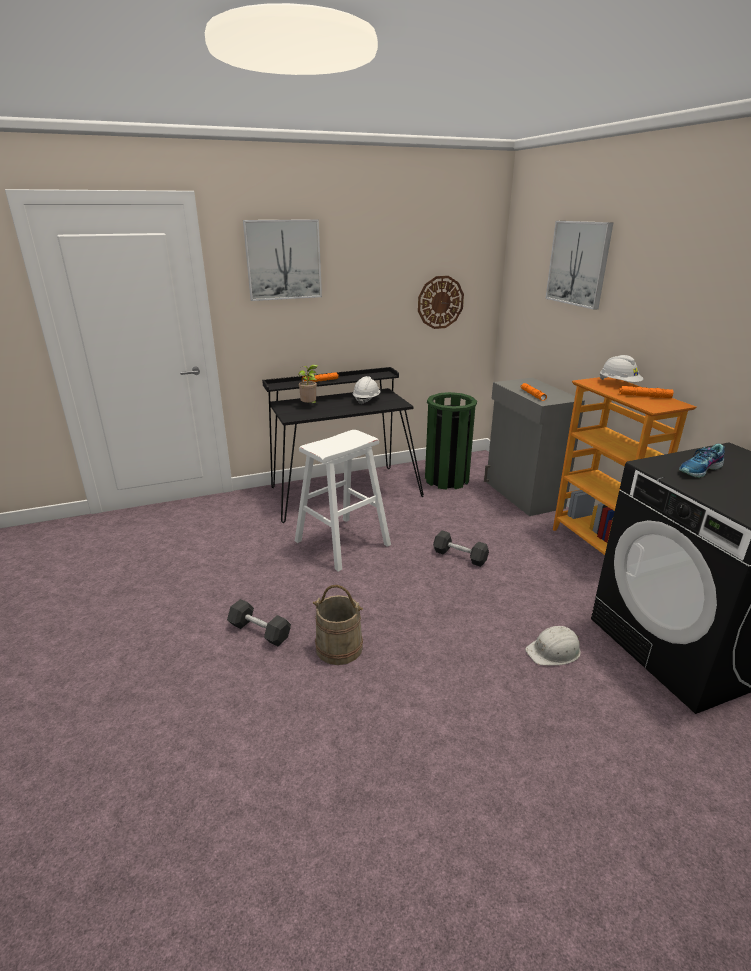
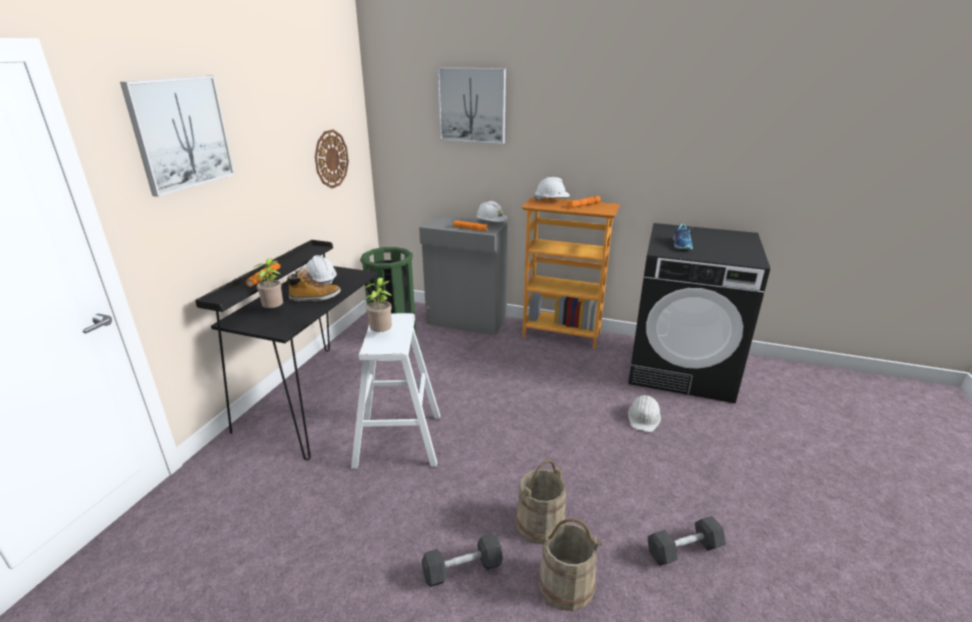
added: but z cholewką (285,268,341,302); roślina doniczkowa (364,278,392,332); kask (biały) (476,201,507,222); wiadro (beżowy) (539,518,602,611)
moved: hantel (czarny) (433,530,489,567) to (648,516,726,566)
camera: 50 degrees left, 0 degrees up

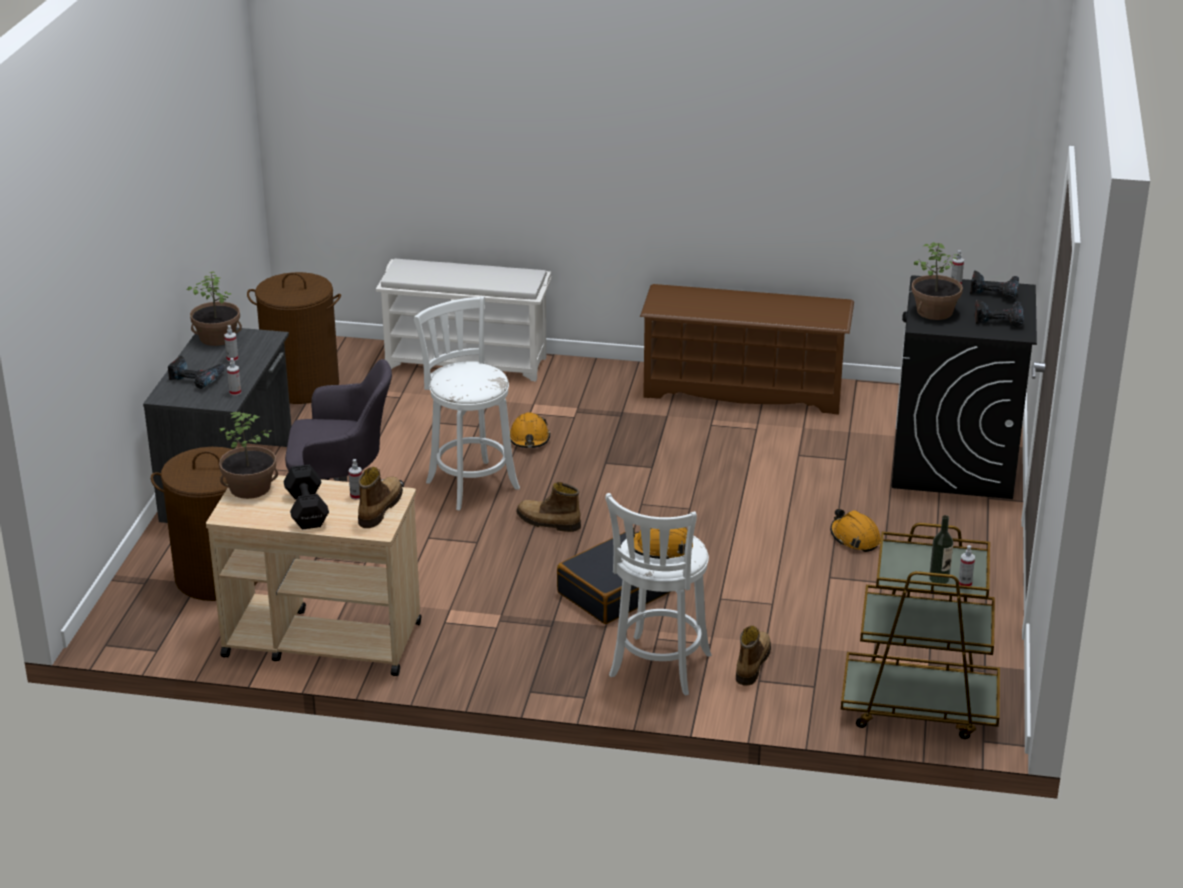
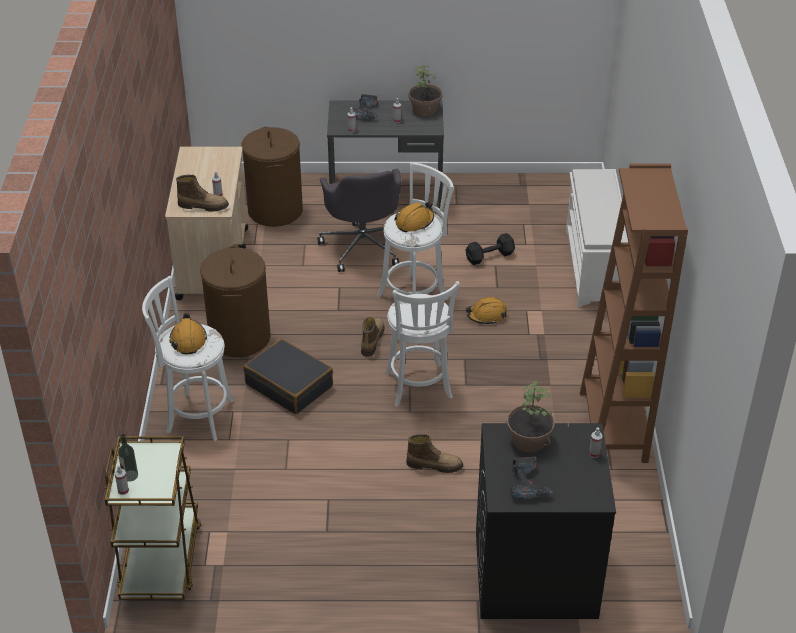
removed: roślina doniczkowa (219,412,278,499); wiertarka (970,270,1019,300)
added: stołek (biały) (385,281,460,407)
moved: kosz na pranie (brązowy) (247,272,341,404) to (200,246,271,357); kask (pomarańczowy) (830,509,881,552) to (394,202,434,232); but z cholewką (736,626,771,686) to (406,434,463,473); hantel (czarny) (283,464,329,530) to (465,233,515,265)
replaced: regał na buty (brązowy) (640,284,854,415) to regał (brązowy) (580,163,688,463)
camera: 80 degrees right, 10 degrees up

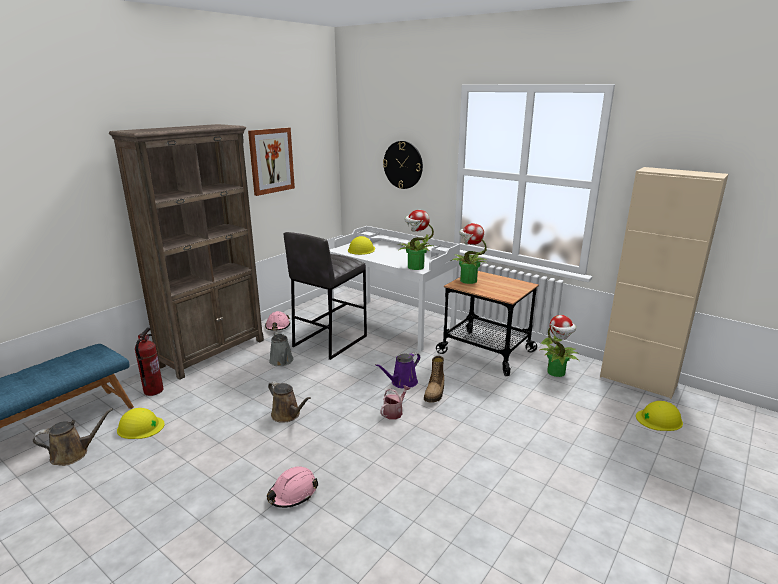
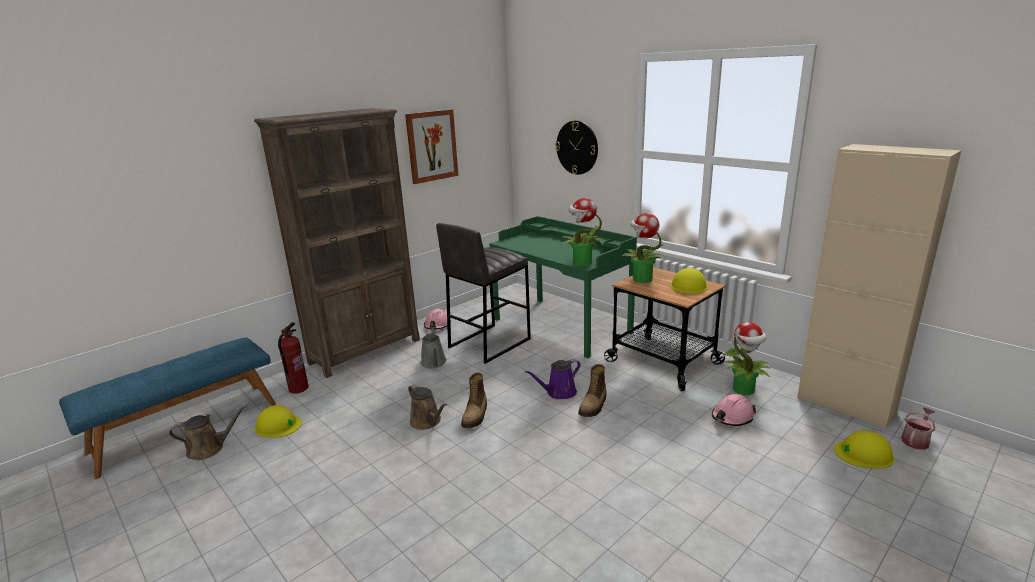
added: but z cholewką (461,373,487,428)
moved: kask (żółty) (348,236,375,255) to (670,268,708,294); kask (różowy) (267,466,318,508) to (712,394,756,426); konewka (380,385,411,420) to (901,408,935,450)
recoloured: biurko (biały) (330,226,460,351) to biurko (zielony) (489,216,637,359)
camera: 10 degrees right, 0 degrees up

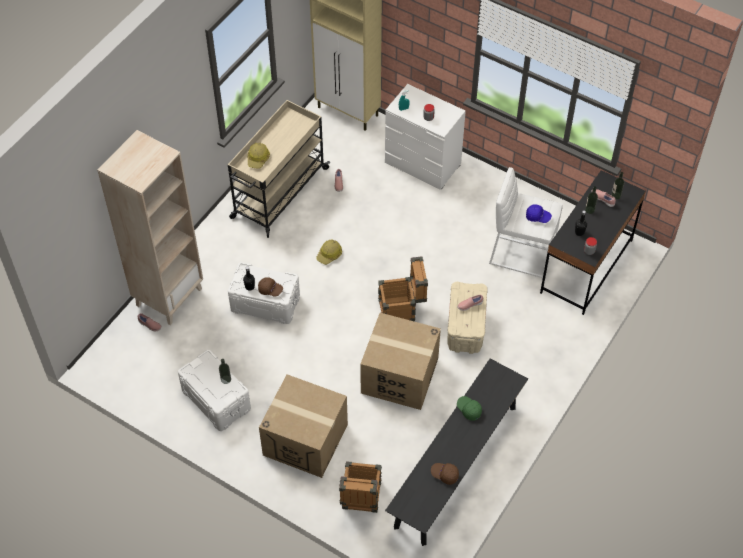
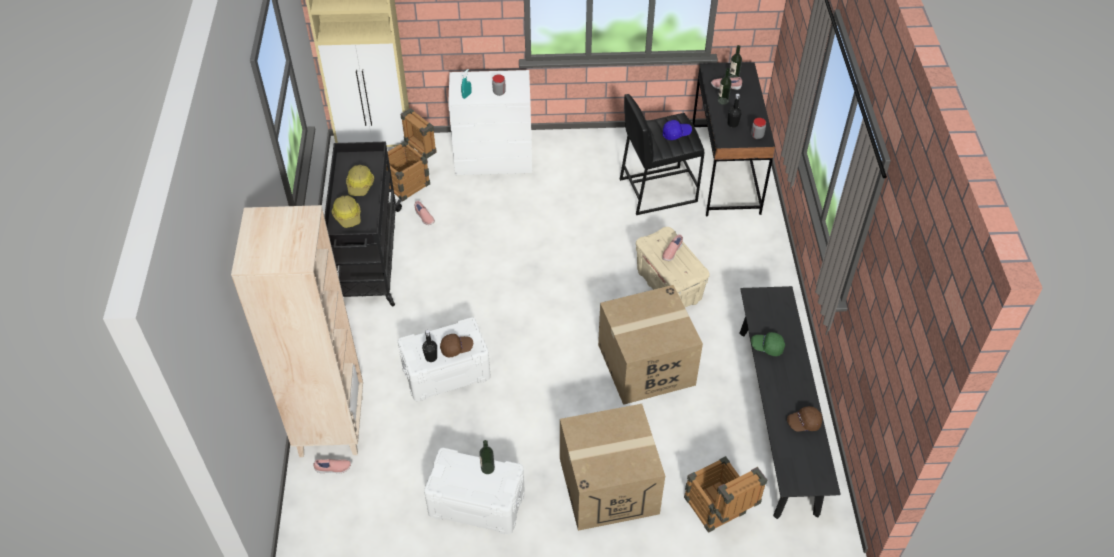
moved: kask (316,239,342,265) to (346,165,374,196); skrzynka (378,256,428,321) to (386,108,437,201)
recoloured: wózek (beżowy) (228,100,330,238) to wózek (czarny) (324,142,403,307); stołek (biały) (489,167,563,278) to stołek (czarny) (620,94,704,215)
camera: 35 degrees left, 5 degrees down

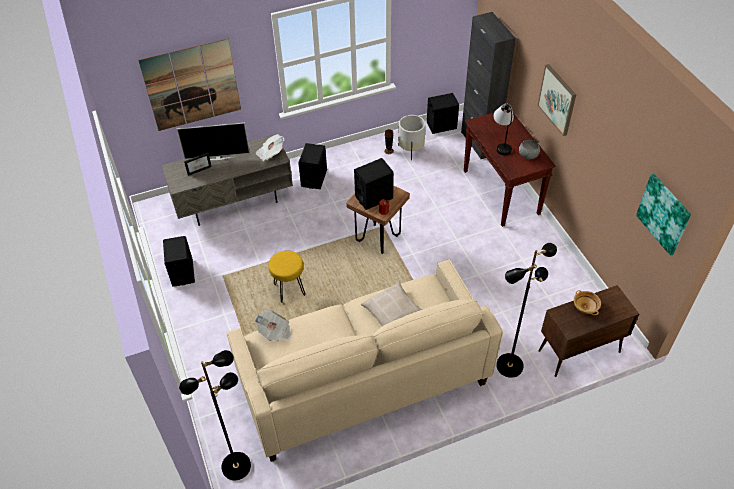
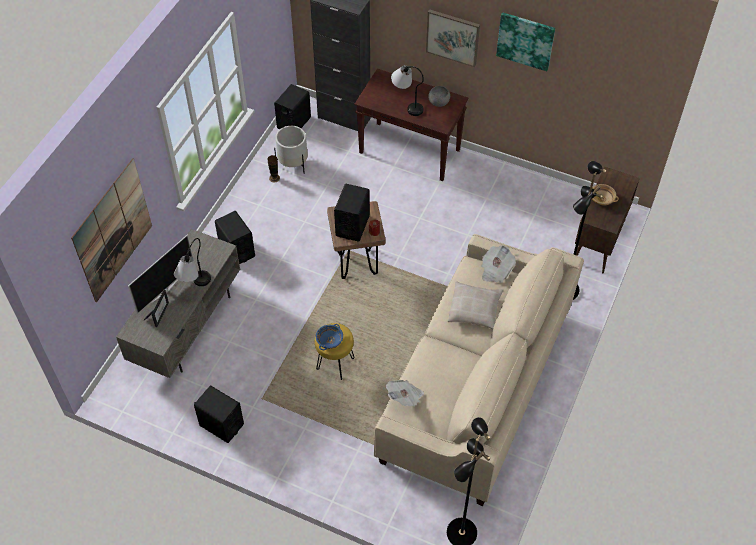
added: lampa stołowa (174,238,211,286); miska (niebieski) (316,324,343,350)
moved: gazeta (256,134,284,161) to (481,245,516,283); obraz (636,174,691,256) to (496,12,555,71)
camera: 45 degrees left, 5 degrees up

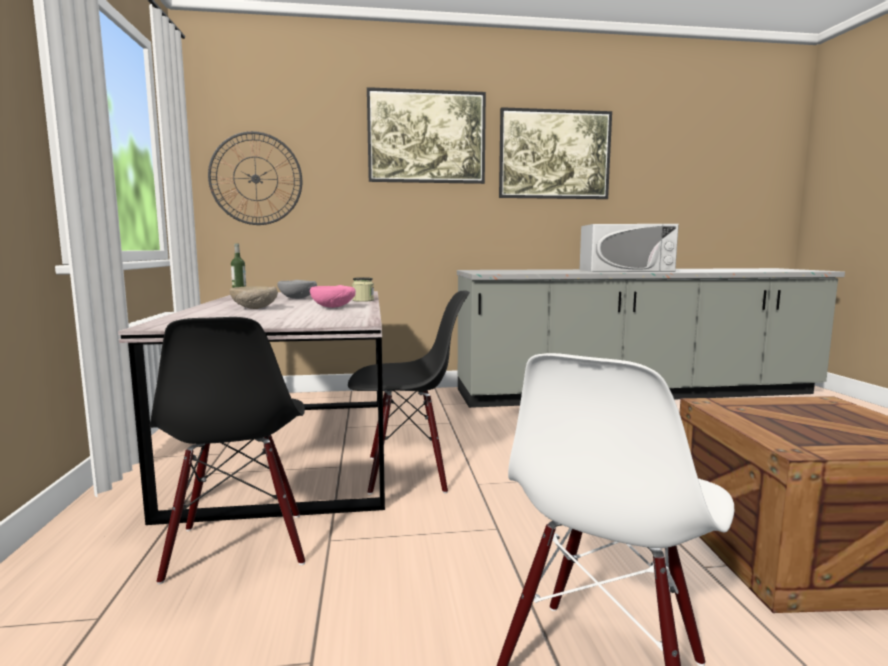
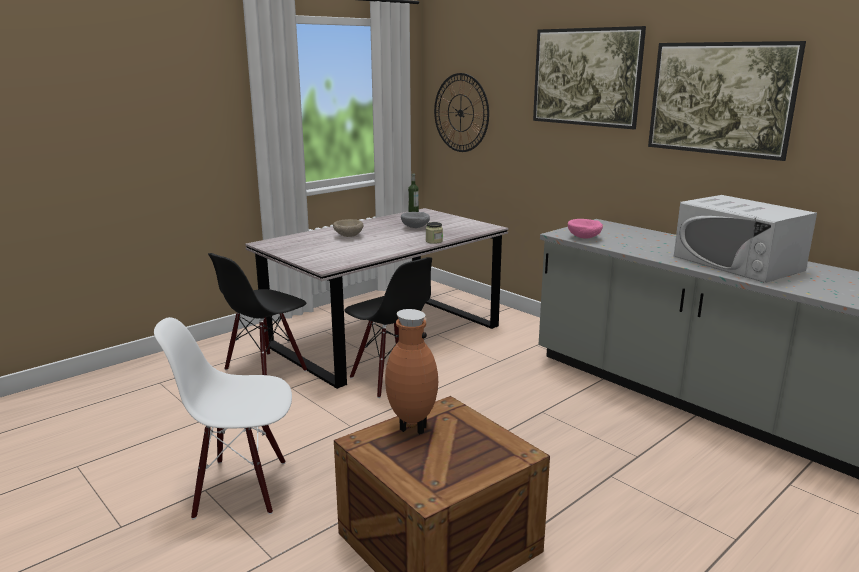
added: wazon (brązowy) (385,309,438,434)
moved: miska (różowy) (310,285,356,308) to (568,219,603,239)
camera: 55 degrees right, 10 degrees up

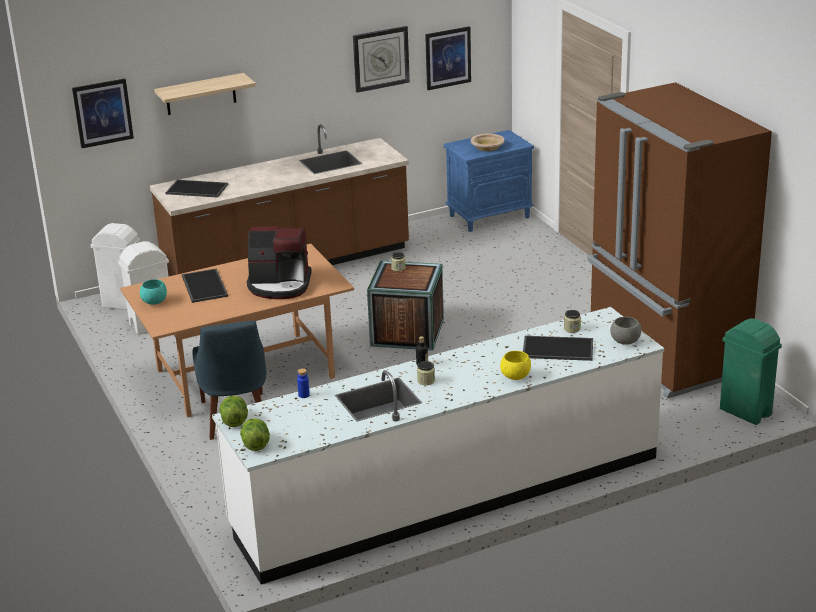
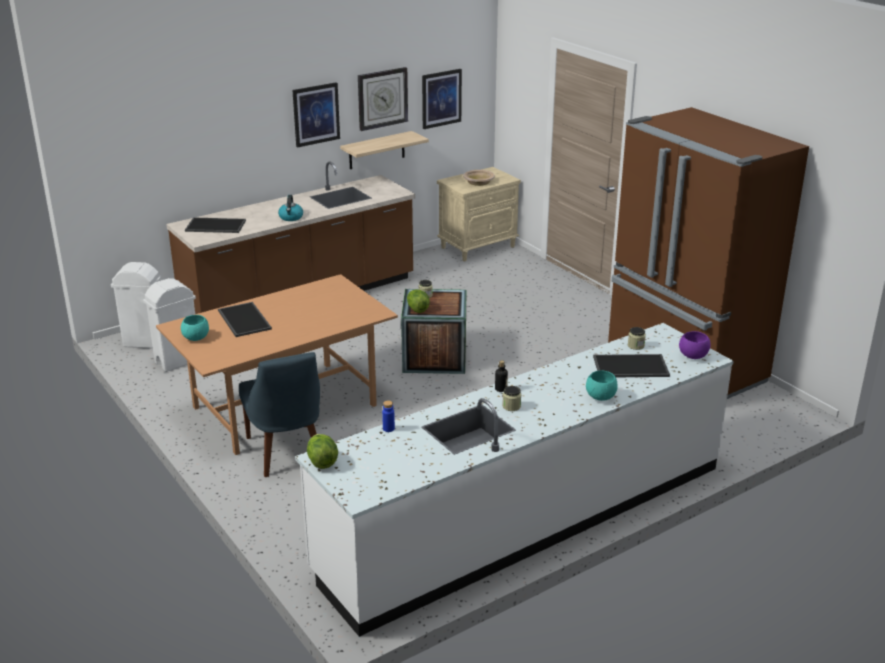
removed: ekspres do kawy (247,226,312,299); kosz na śmieci (zielony) (720,318,782,425)
added: czajnik (278,195,303,221)
moved: obraz (72,78,134,148) to (292,82,340,148); półka (154,73,256,115) to (340,131,429,169); sałata (240,418,270,451) to (407,290,430,313)
recoloured: szafka nocna (niebieski) (444,130,534,232) to szafka nocna (beżowy) (437,167,521,261); miska (żółty) (500,351,531,380) to miska (turkusowy) (586,371,618,401); miska (szary) (610,317,641,345) to miska (fioletowy) (679,331,711,359)
camera: 10 degrees left, 0 degrees up

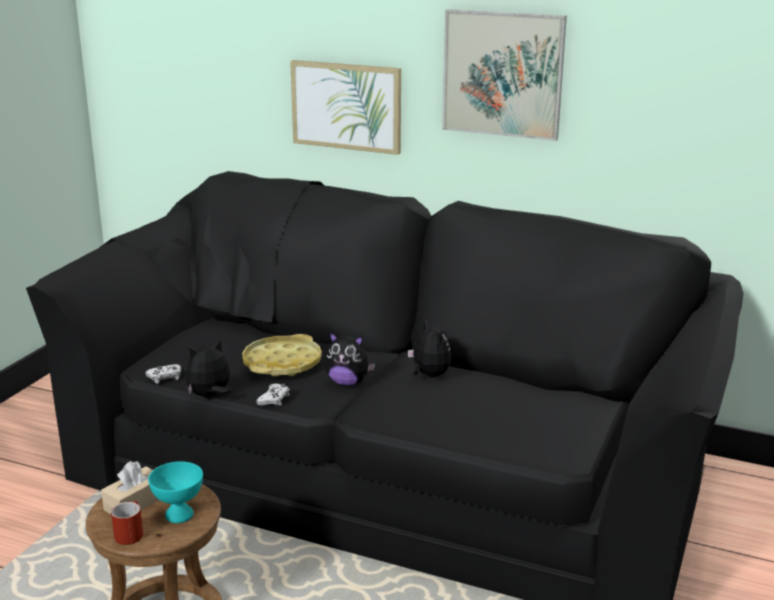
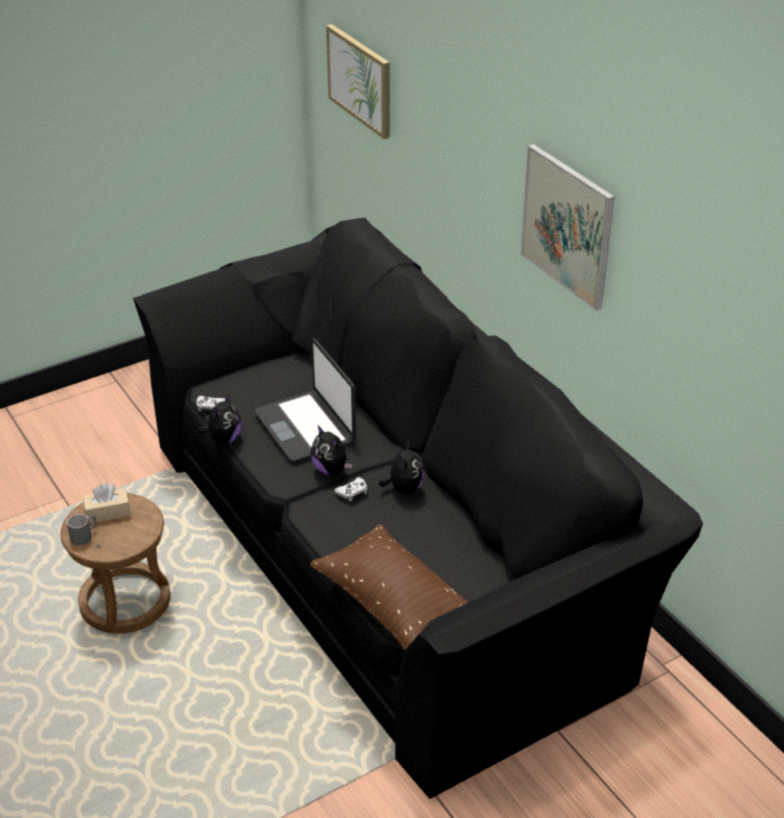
removed: miska (turkusowy) (148,461,203,523)
added: poduszka (brązowy) (310,524,468,650)
moved: obraz (290,60,401,155) to (326,24,390,139); pad do gier (biały) (256,383,290,406) to (334,477,367,501)
replaced: taca (żółty) (242,334,322,377) to laptop (255,338,356,462)
recoloured: kubek (czerwony) (111,501,143,545) to kubek (szary) (67,514,96,546)
turned: pluszak (185,339,232,397) = (197,393,242,444) 105 degrees clockwise
camera: 35 degrees right, 15 degrees up

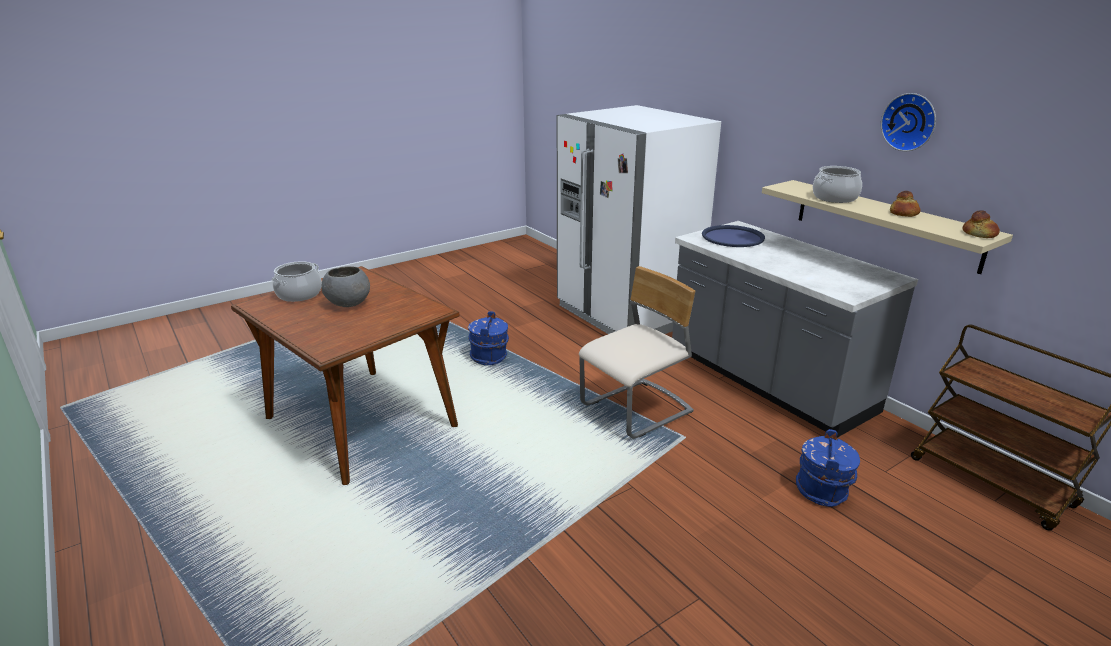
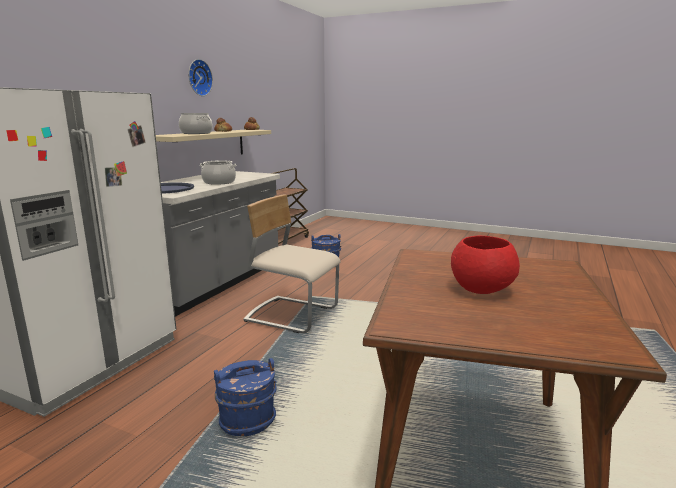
moved: garnek (271,261,322,302) to (200,160,237,185)
recoloured: miska (szary) (321,266,370,307) to miska (czerwony) (451,235,520,294)
camera: 120 degrees left, 10 degrees down

